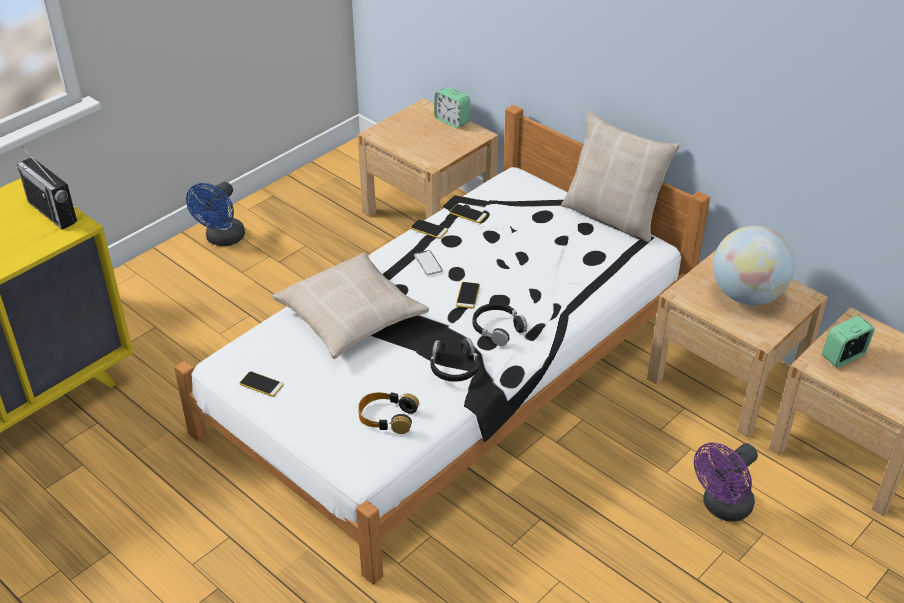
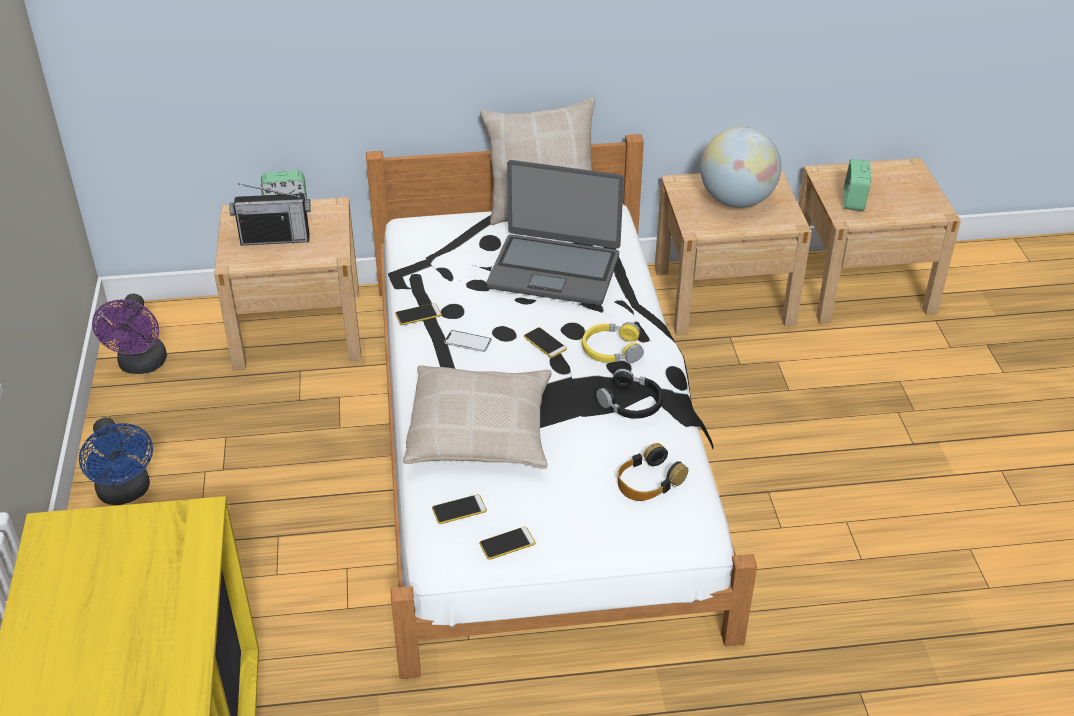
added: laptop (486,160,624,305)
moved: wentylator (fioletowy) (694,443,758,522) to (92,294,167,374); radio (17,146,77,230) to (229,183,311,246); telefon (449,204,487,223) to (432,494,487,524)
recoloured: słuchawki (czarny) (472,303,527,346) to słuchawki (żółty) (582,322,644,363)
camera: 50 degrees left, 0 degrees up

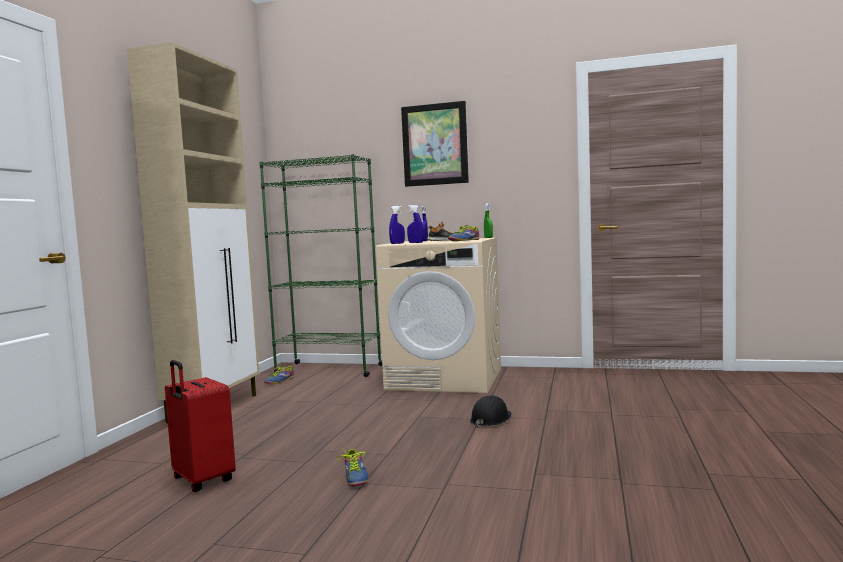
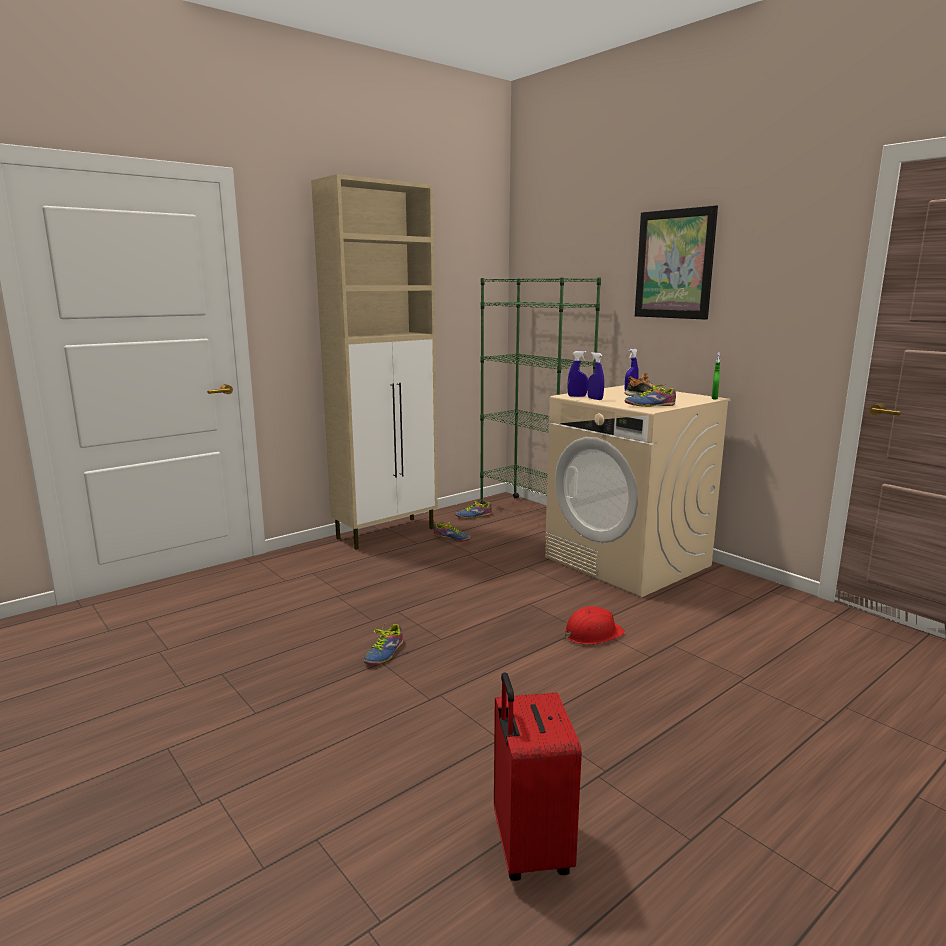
added: but (434,521,471,542)
moved: walizka (czerwony) (165,360,236,492) to (494,672,582,881)
recoloured: kask (czarny) (470,395,512,427) to kask (czerwony) (564,606,625,645)
camera: 35 degrees right, 10 degrees up

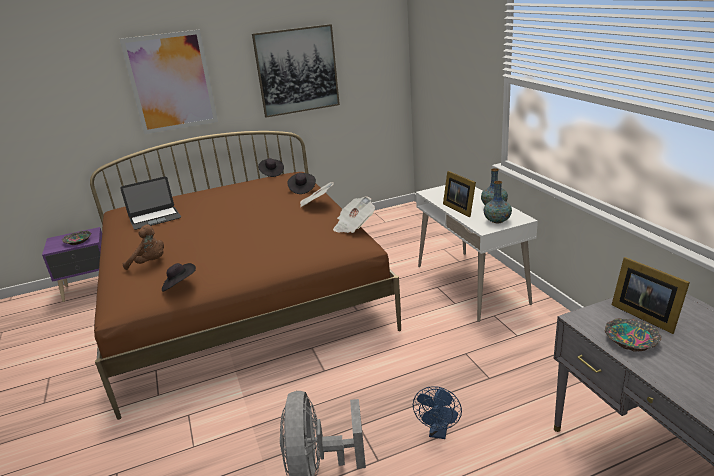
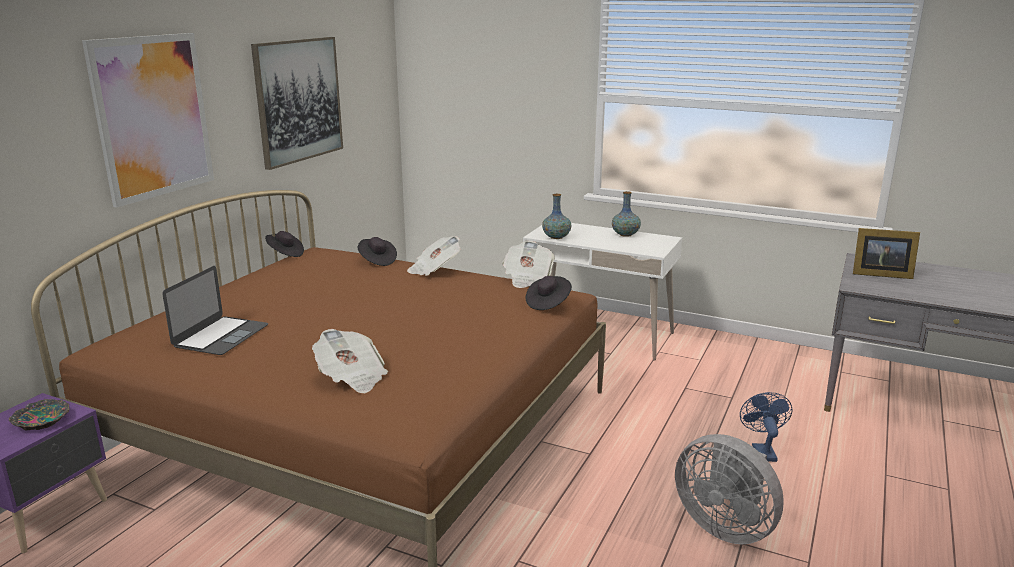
removed: ramka na zdjęcie (443,171,476,217); miska (605,318,662,352)
moved: kapelusz (czarny) (162,263,196,291) to (526,276,572,310); wazon (483,181,512,223) to (542,194,571,239)
replaced: pluszak (brązowy) (123,225,164,270) to gazeta (312,329,388,393)
turned: wentylator (niebieski) (413,386,462,439) = (740,392,793,462) 150 degrees counterclockwise
camera: 45 degrees left, 5 degrees down

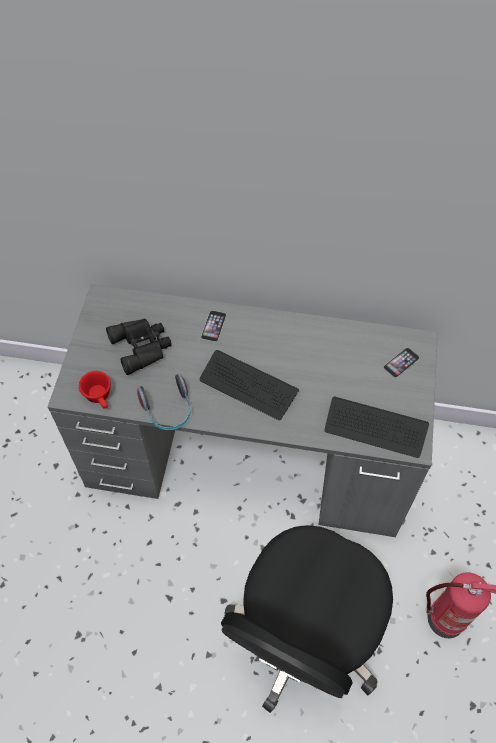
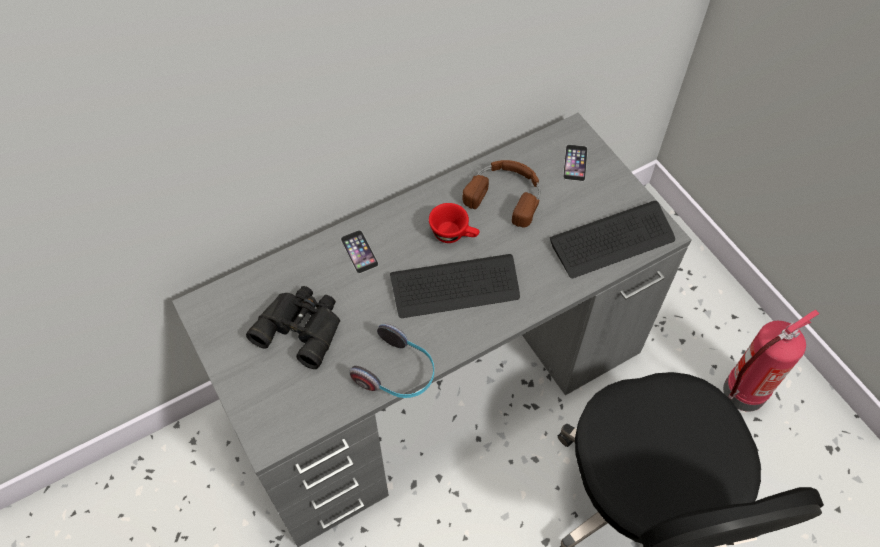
added: słuchawki (brązowy) (463,160,541,228)
moved: filiżanka (czerwony) (79,371,111,408) to (429,203,480,243)
camera: 40 degrees left, 0 degrees up

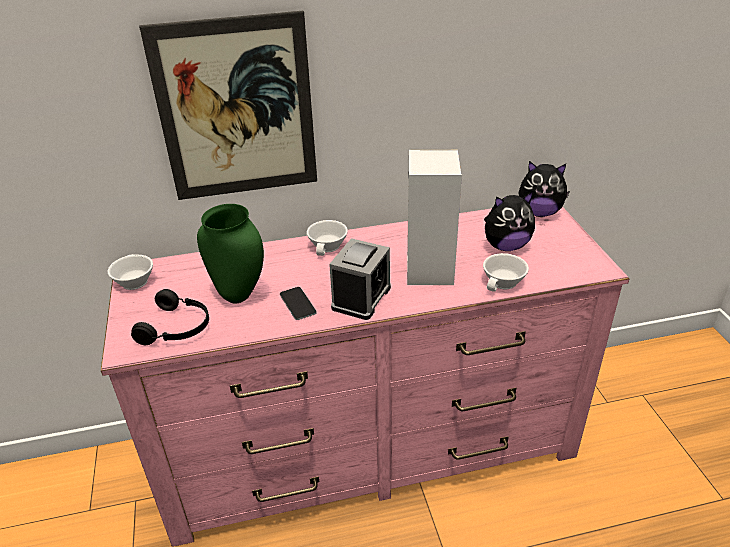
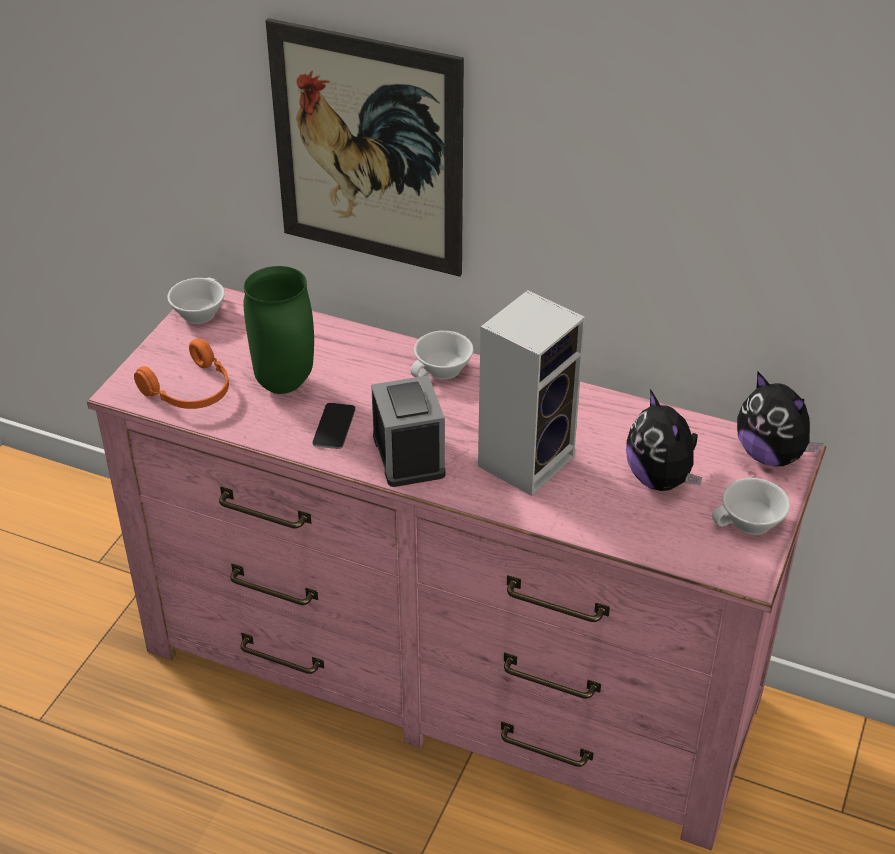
moved: filiżanka (biały) (483,253,529,292) to (712,478,790,535)
recoloured: słuchawki (czarny) (131,289,209,345) to słuchawki (pomarańczowy) (134,339,229,409)
turned: budzik (329,238,391,320) = (371,375,446,487) 75 degrees counterclockwise; pluszak (484,192,535,251) = (626,389,702,491) 45 degrees clockwise
camera: 35 degrees right, 5 degrees up

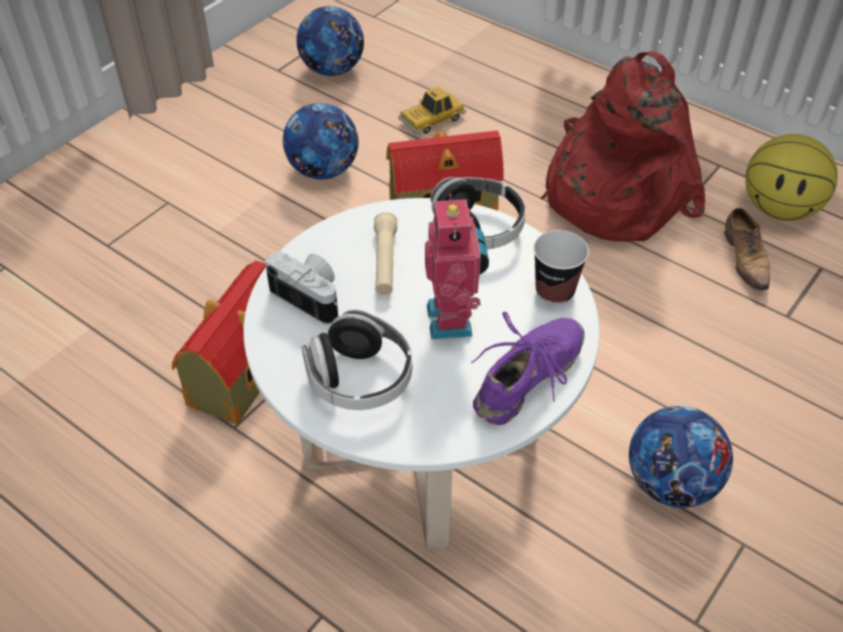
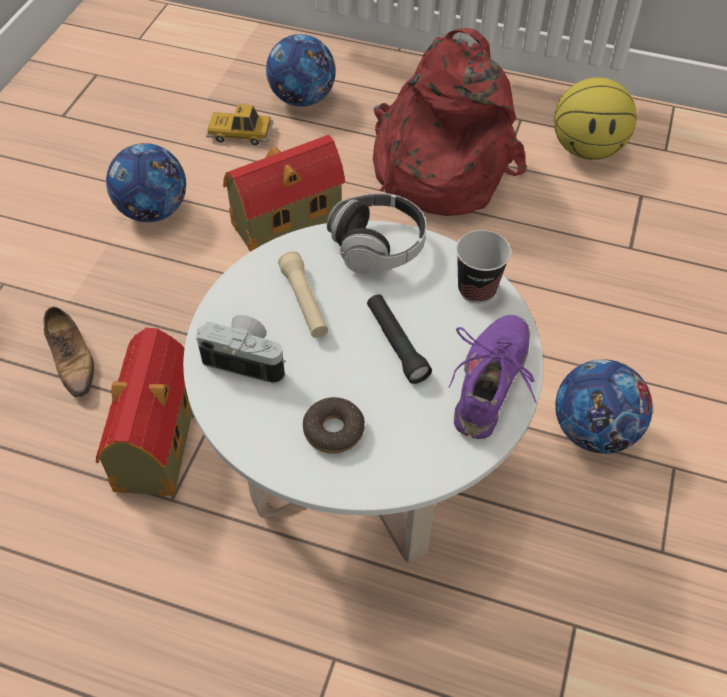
moved: but (724,208,770,291) to (44,307,94,398); piłka futbolowa (297,6,364,76) to (266,34,336,107)
replaced: słuchawki (302,310,412,410) to donut (303,397,365,454); robot zabawkowy (425,194,489,339) to latarka (czarny) (367,294,432,384)
turned: samochodzik (398,87,466,134) = (206,104,273,145) 60 degrees clockwise
camera: 20 degrees left, 5 degrees up

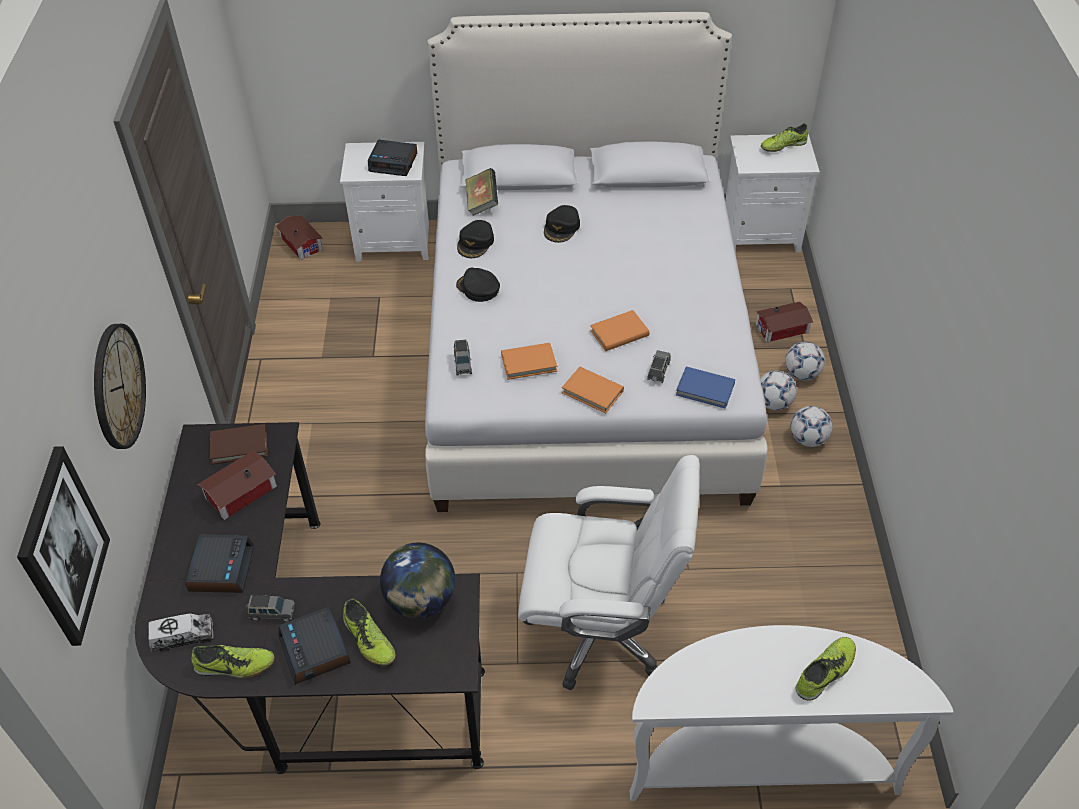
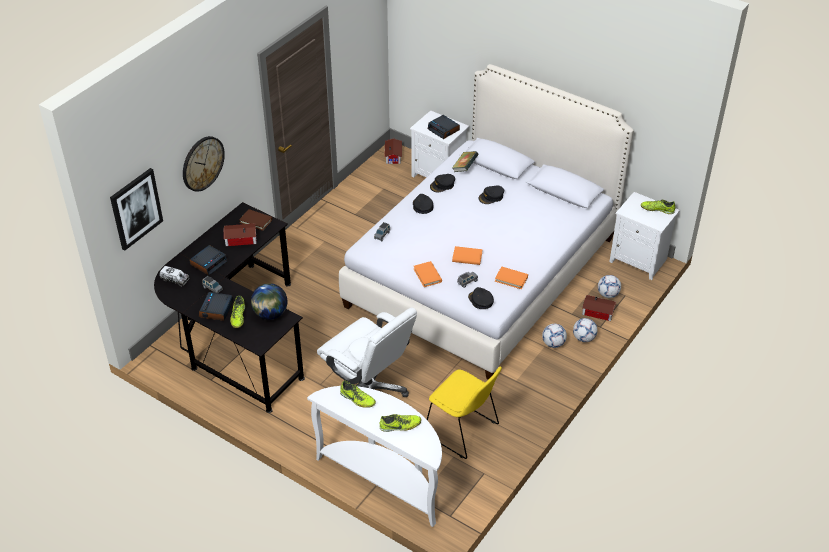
added: krzesło (żółty) (427,367,502,459)
moved: but (191,645,275,678) to (340,380,376,408); książka (pomarańczowy) (501,343,557,380) to (495,267,528,289); piłka futbolowa (790,406,833,447) to (598,275,621,298)
replaced: książka (niebieski) (676,367,735,409) to czapka z daszkiem (czarny) (468,287,494,309)
camera: 35 degrees right, 5 degrees down

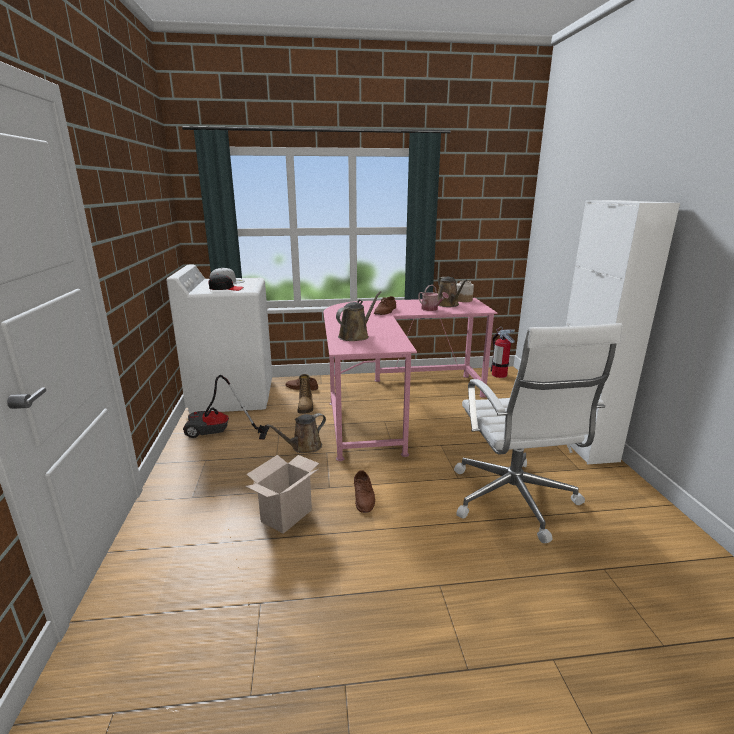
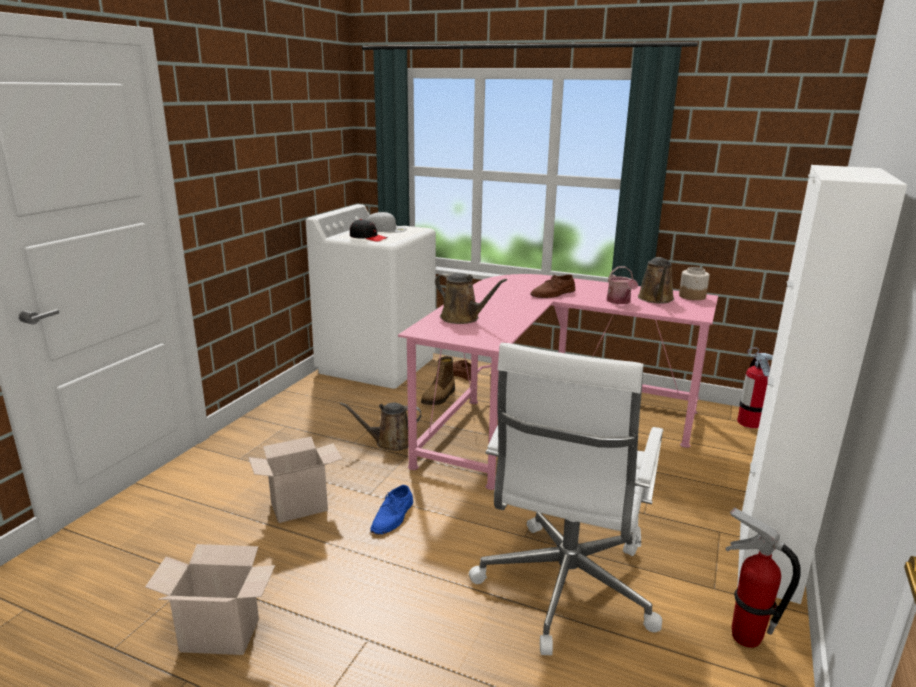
removed: odkurzacz (183,375,269,440)
added: karton (145,544,275,655); gaśnica (725,507,800,648)
recoloured: but (brązowy) (354,470,375,513) to but (niebieski) (371,485,413,535)
turned: konewka (brązowy) (336,291,381,341) = (435,273,507,324) 60 degrees clockwise
camera: 30 degrees right, 0 degrees up

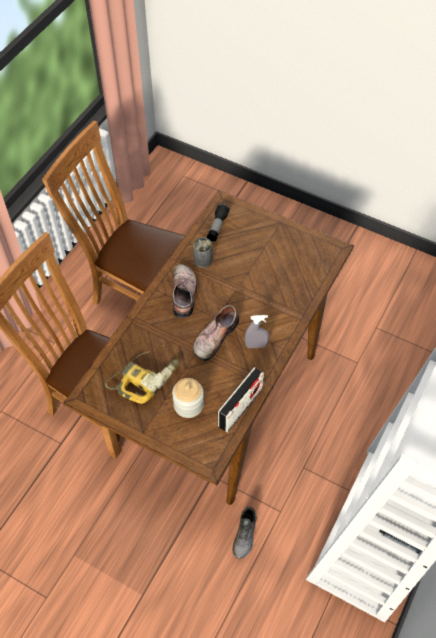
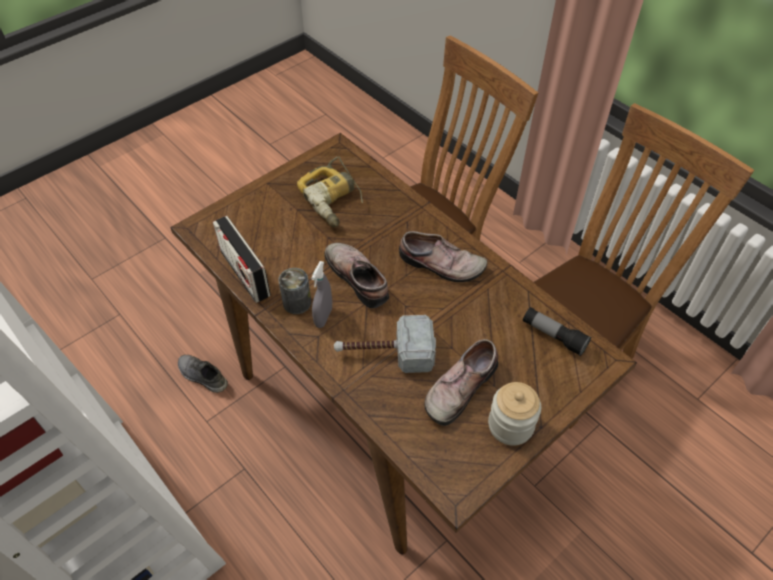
added: młotek (334,315,436,373); but (424,339,498,426)
moved: puszka (193,238,212,268) to (278,268,311,314); słoik (172,378,204,418) to (488,382,541,446)
camera: 110 degrees right, 5 degrees down

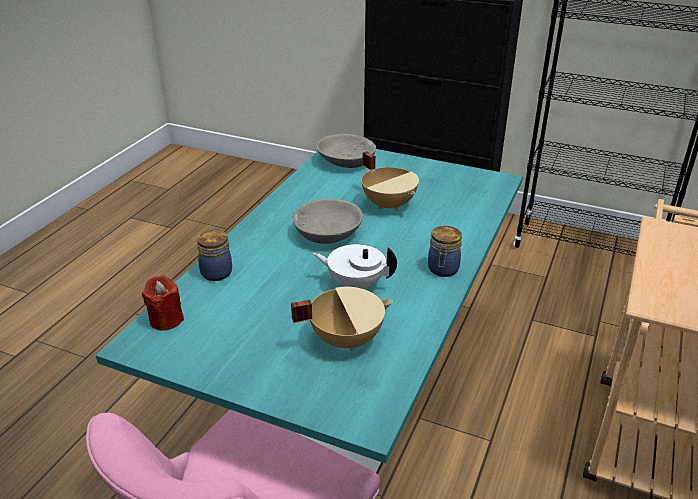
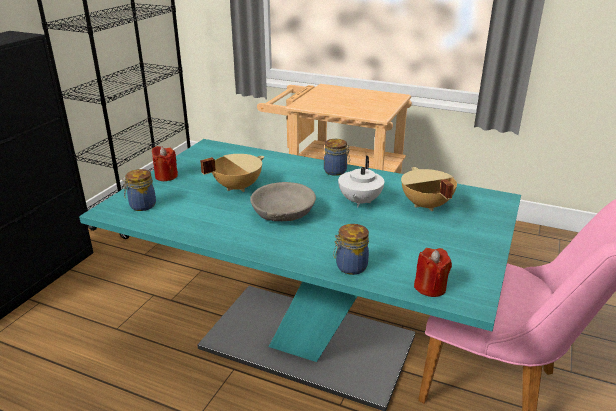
added: świeca (czerwony) (151,146,178,181)
replaced: miska (szary) (316,134,376,168) to słoik (122,169,156,211)
camera: 90 degrees left, 5 degrees down

